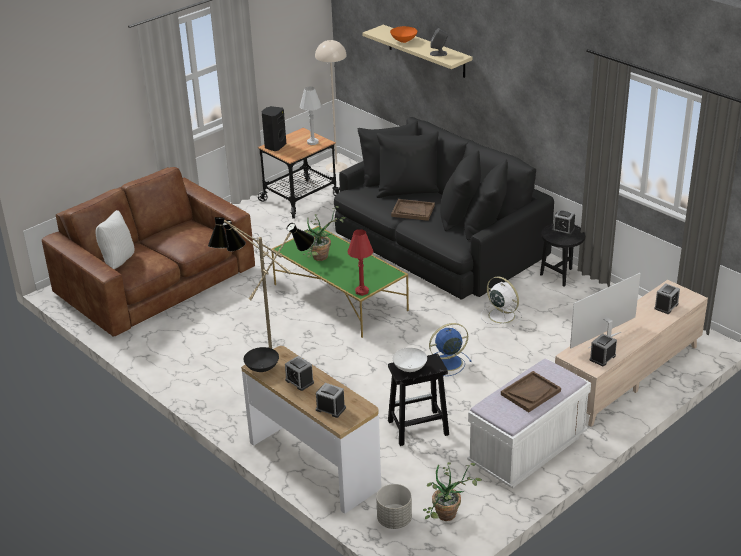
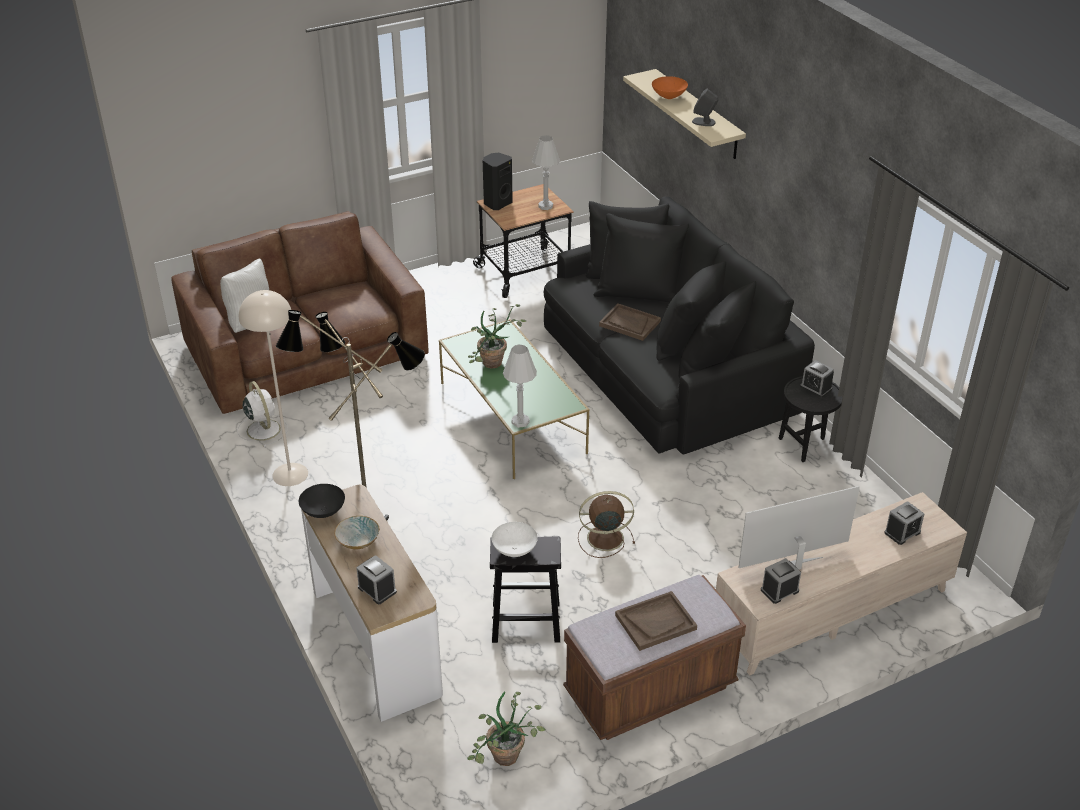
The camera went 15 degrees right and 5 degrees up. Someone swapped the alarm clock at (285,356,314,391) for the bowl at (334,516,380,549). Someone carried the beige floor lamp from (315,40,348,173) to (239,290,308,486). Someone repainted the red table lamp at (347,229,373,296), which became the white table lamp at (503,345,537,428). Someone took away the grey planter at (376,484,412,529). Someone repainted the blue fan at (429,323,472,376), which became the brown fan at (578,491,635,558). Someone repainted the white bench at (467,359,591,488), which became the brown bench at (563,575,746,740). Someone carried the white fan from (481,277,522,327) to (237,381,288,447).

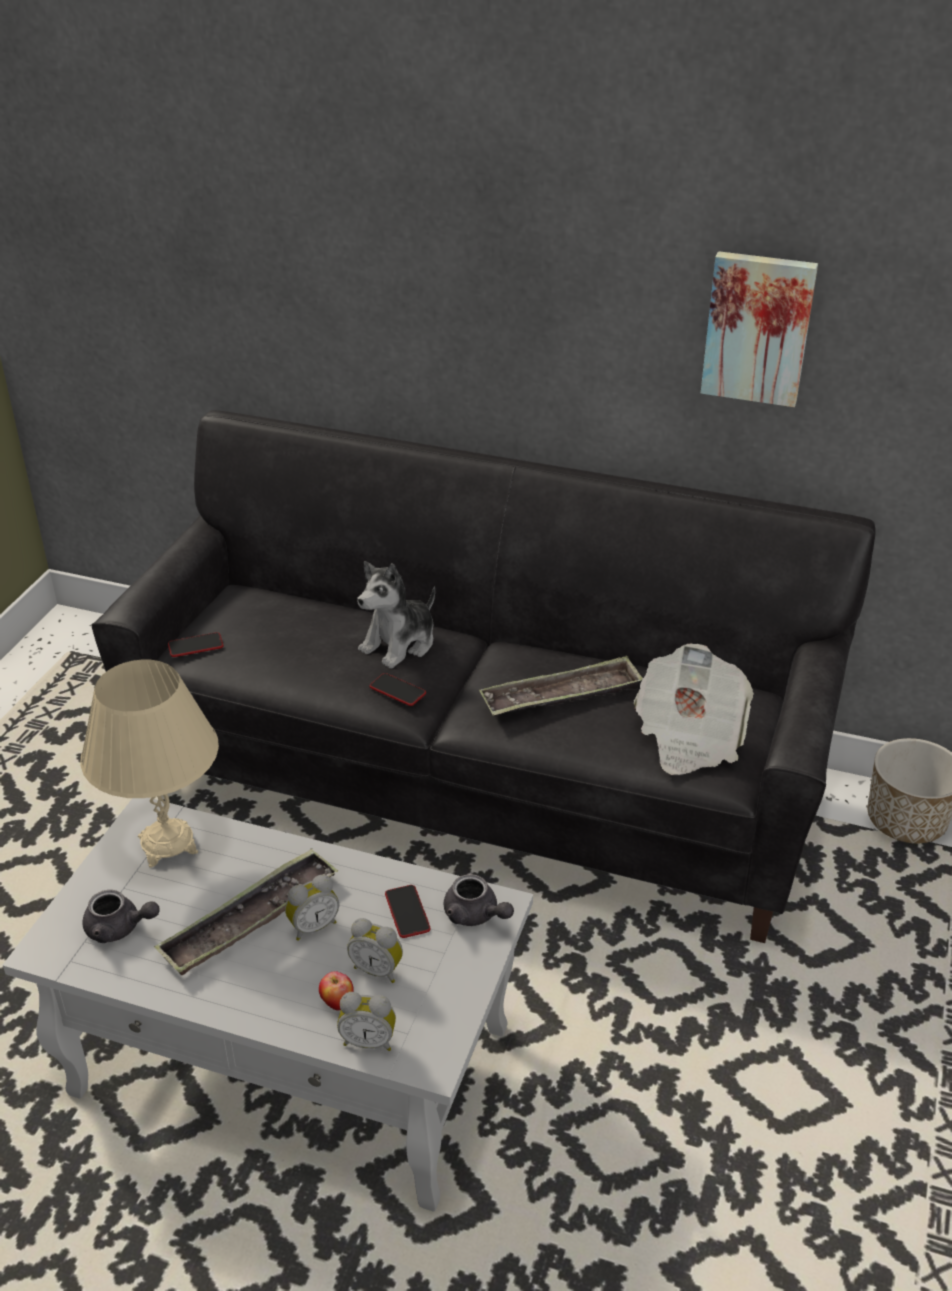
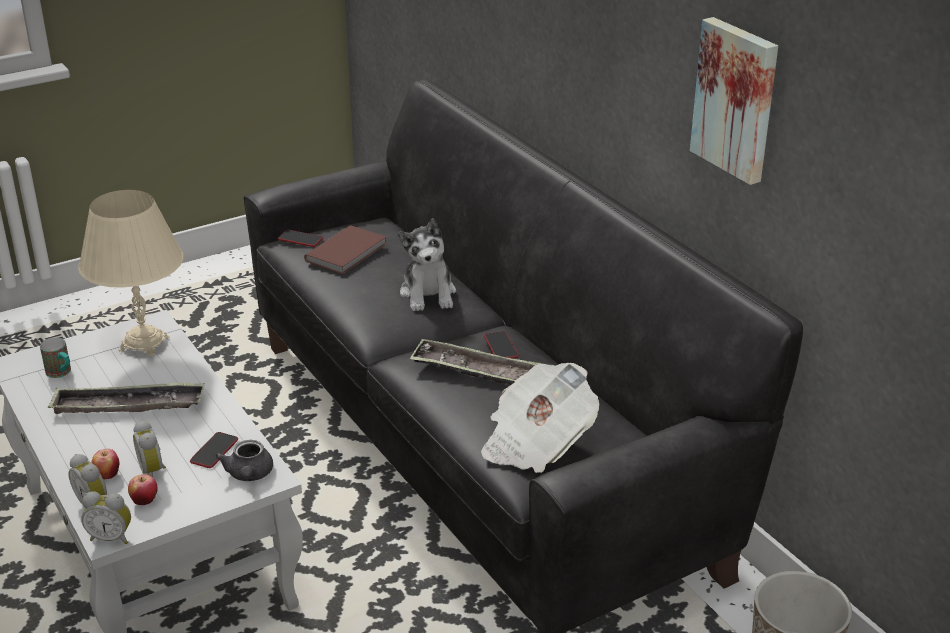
The camera went 40 degrees right and 5 degrees down. Someone swapped the grey teapot at (82,890,160,943) for the mug at (40,338,71,378). Someone carried the alarm clock from (285,875,339,941) to (81,491,131,544). Someone rotated the plush toy at (357,561,435,669) by 90 degrees counterclockwise. Someone carried the phone from (369,673,426,706) to (484,331,519,359). Someone put down the apple at (128,474,157,505). Someone put down the brown book at (304,225,386,274).

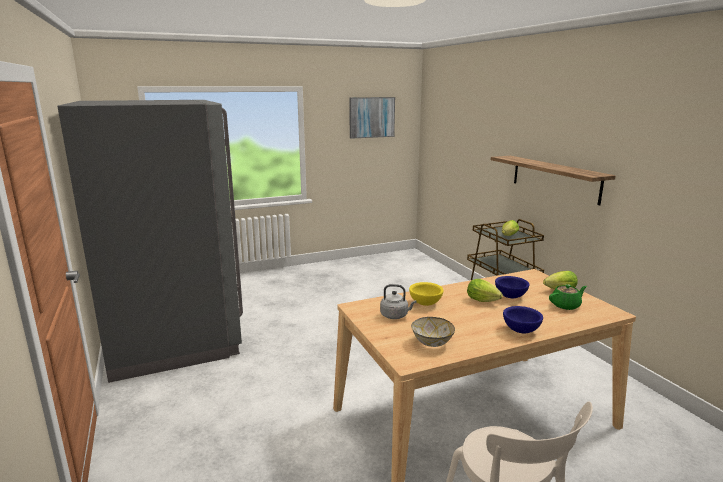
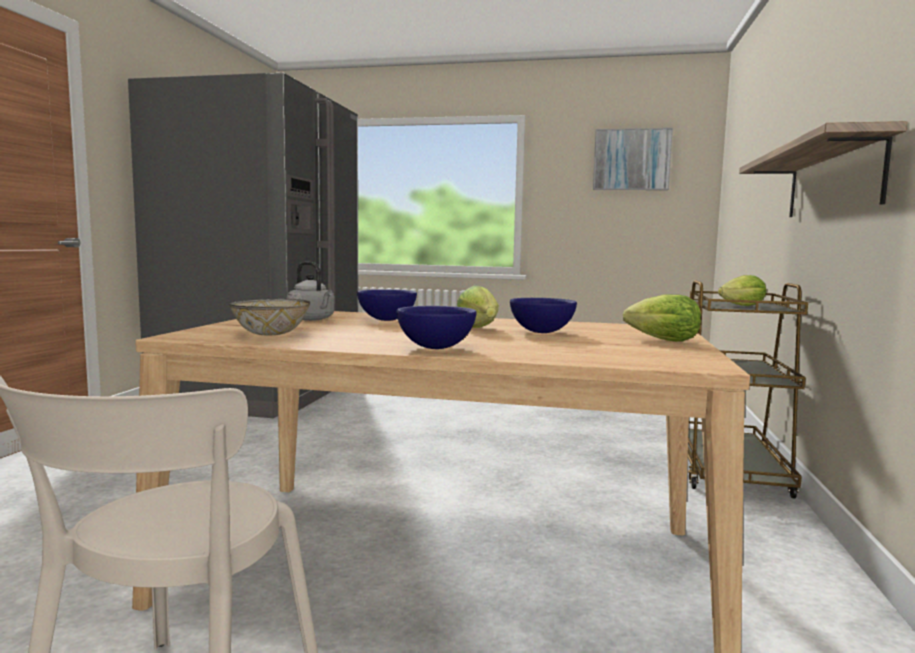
The camera went 35 degrees right and 10 degrees down. Someone repainted the yellow bowl at (409,282,444,306), which became the blue bowl at (357,289,417,321). Someone took away the green teapot at (549,284,587,310).

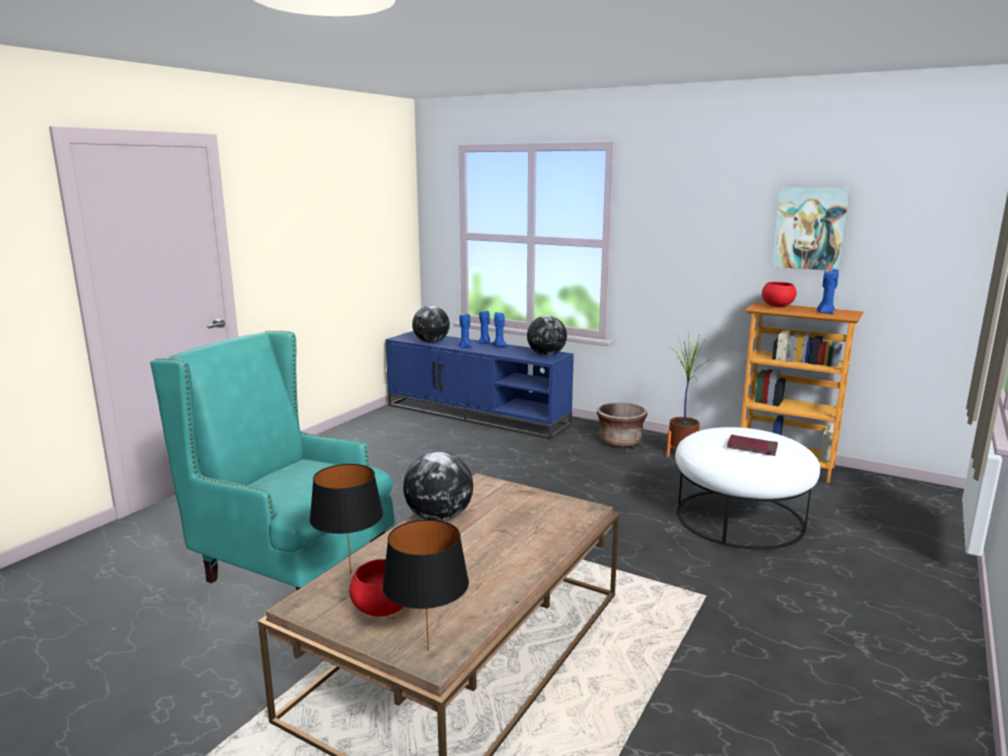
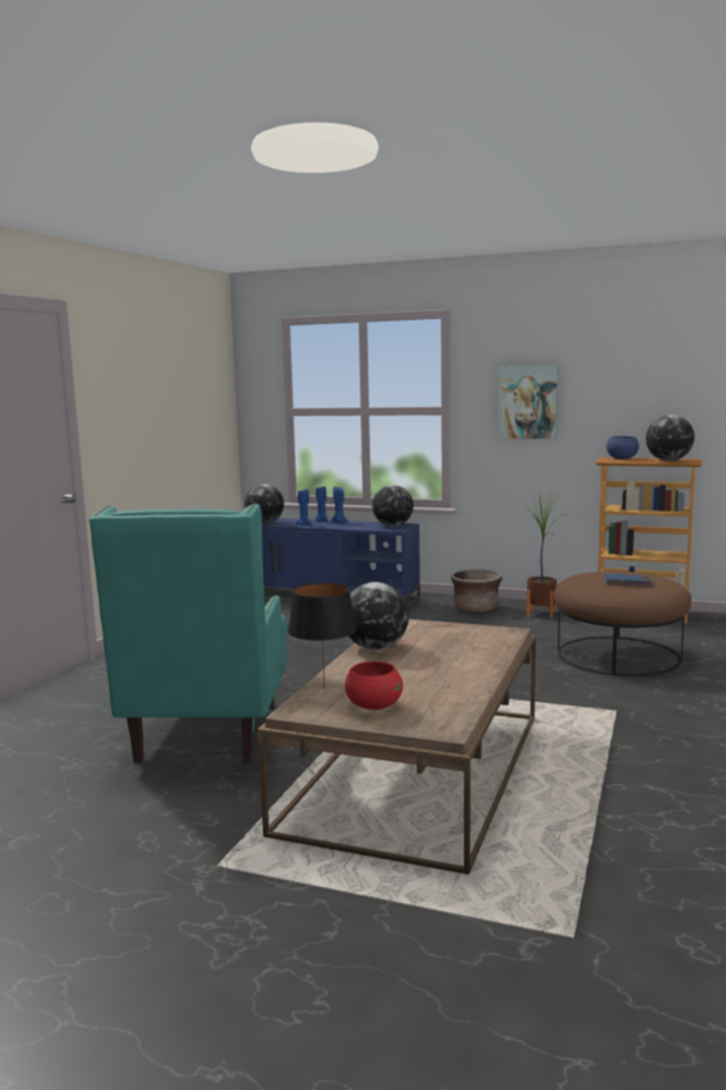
The camera went 10 degrees left and 5 degrees down. Someone rotated the turquoise armchair at (150,331,395,590) by 105 degrees counterclockwise. Someone took away the black table lamp at (382,519,469,650). Someone repainted the white ottoman at (675,427,820,550), which became the brown ottoman at (554,571,691,676). Someone repainted the red book at (727,435,778,456), which became the blue book at (605,574,652,586). Someone repainted the red bowl at (762,282,797,307), which became the blue bowl at (606,436,639,459). Someone carried the picture from (771,187,850,271) to (498,365,558,439). Someone swapped the blue candle at (817,269,839,314) for the globe at (646,415,695,461).

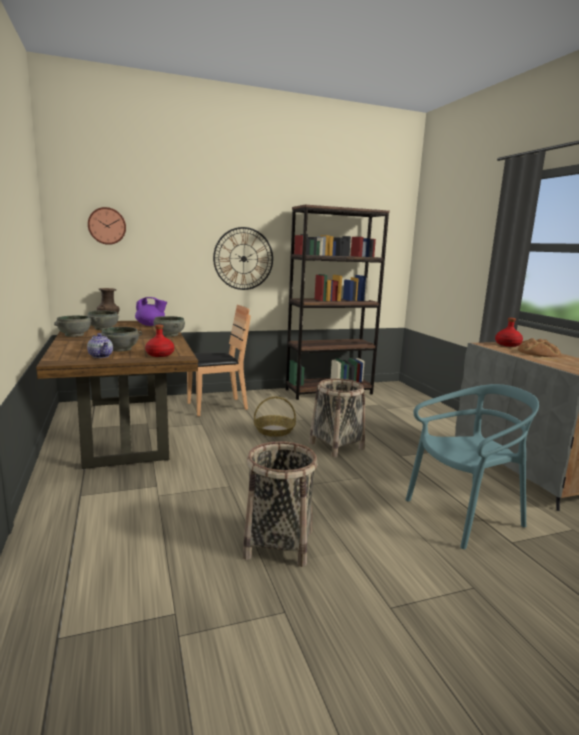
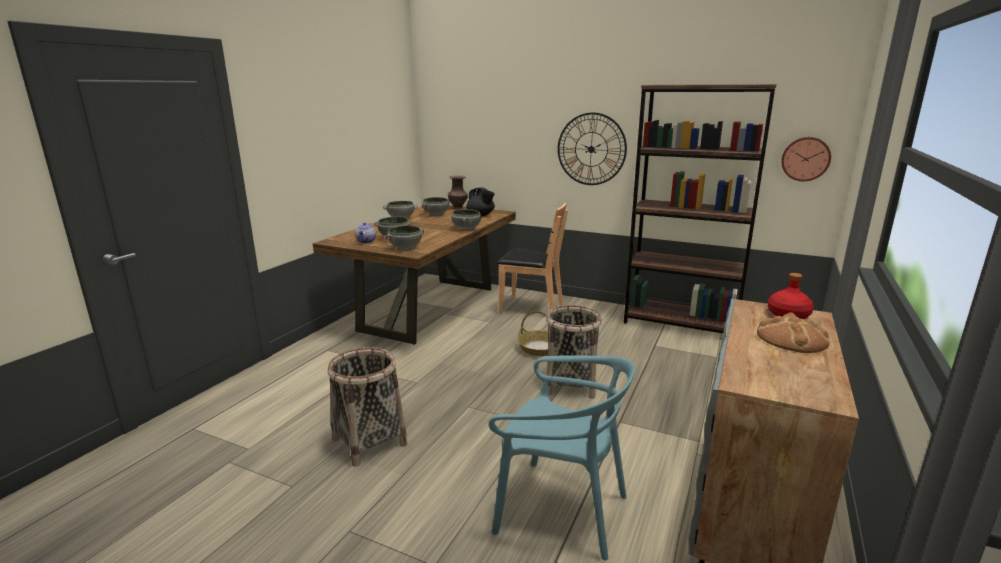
The camera went 45 degrees right and 5 degrees up. Someone carried the wall clock from (88,207,126,245) to (781,137,831,181). Someone repainted the purple teapot at (135,297,167,326), which became the black teapot at (466,187,495,216). Someone swapped the red bottle at (145,325,174,357) for the grey bowl at (385,226,424,251).

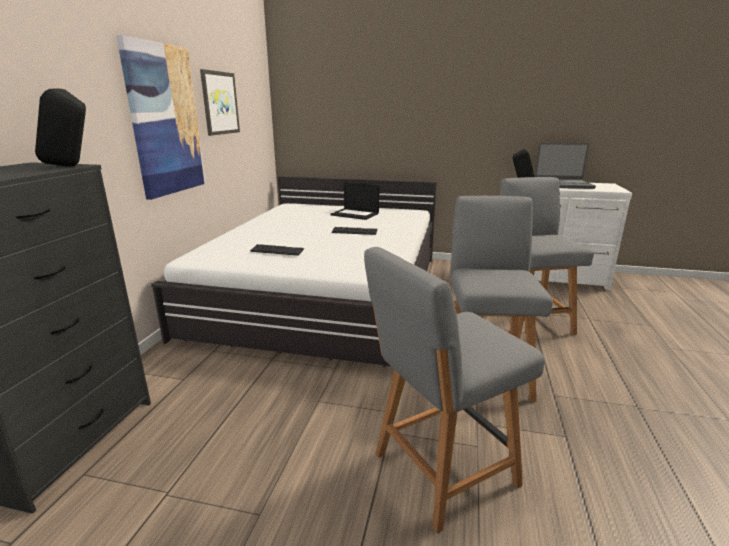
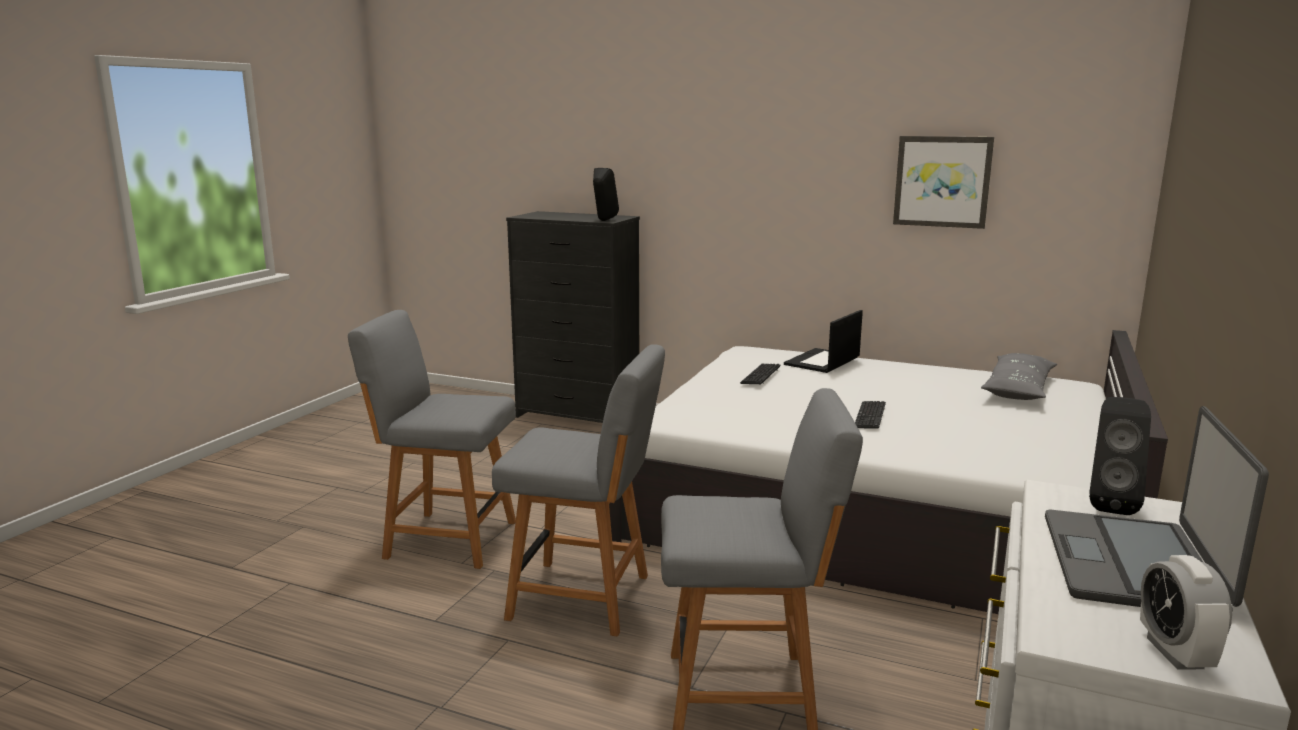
The camera went 100 degrees right and 5 degrees down. Someone took away the picture at (116,35,206,200). Someone carried the laptop from (330,182,379,220) to (784,310,863,373). Someone rotated the grey chair at (364,247,545,533) by 60 degrees counterclockwise. Someone put down the grey pillow at (981,353,1057,400). Someone put down the alarm clock at (1140,555,1232,670).

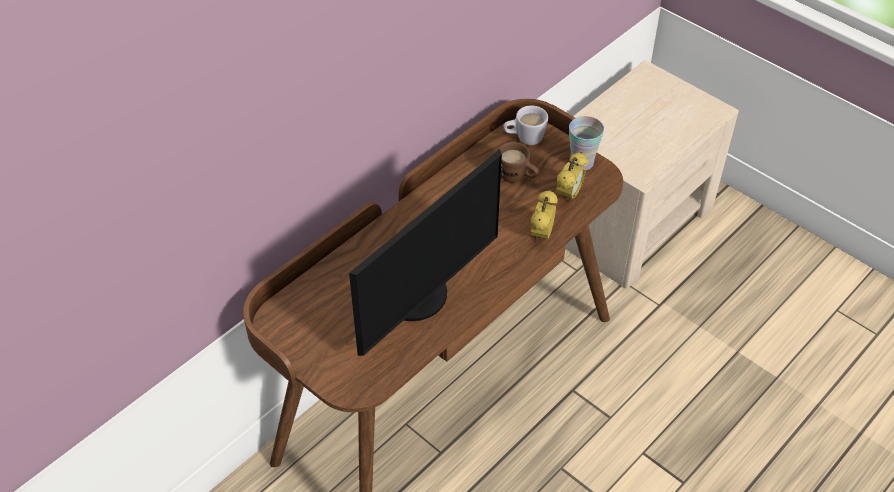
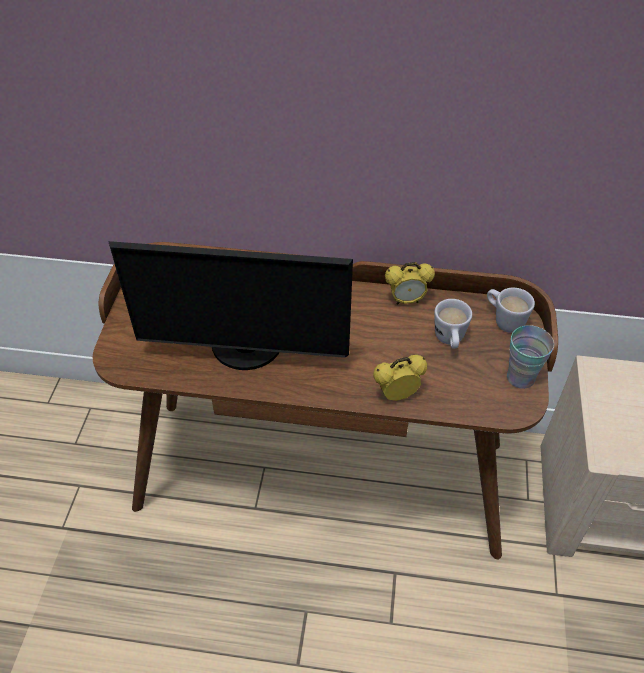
The camera went 55 degrees right and 0 degrees up. Someone repainted the brown mug at (498,142,539,183), which became the white mug at (434,299,472,349). Someone carried the alarm clock from (556,152,588,203) to (385,262,435,305).

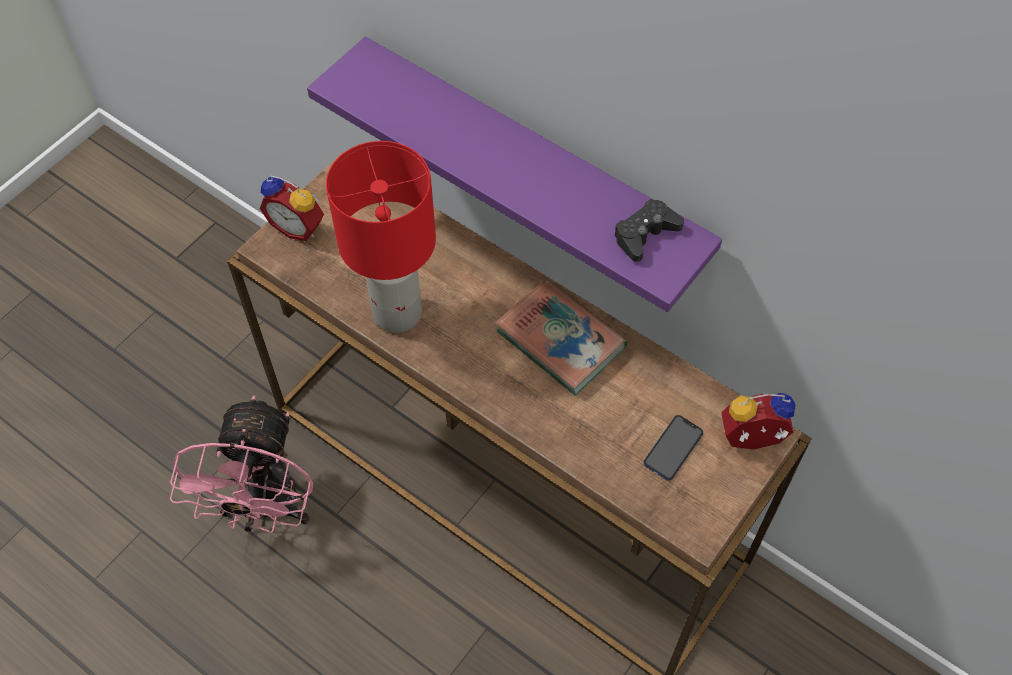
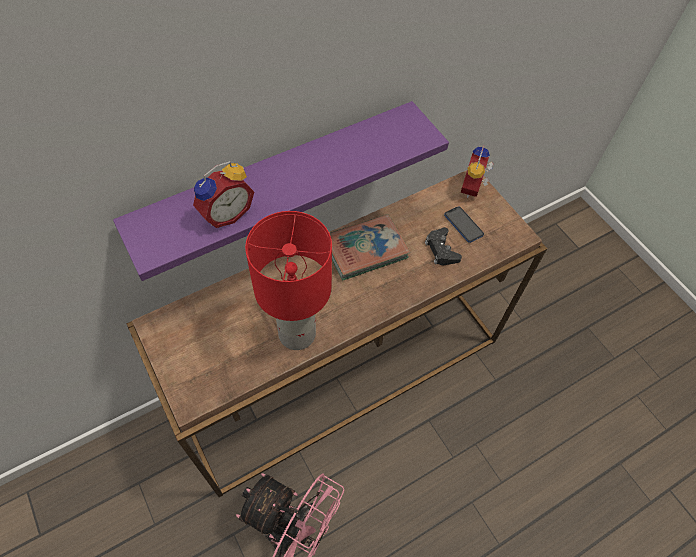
The camera went 70 degrees left and 0 degrees up. Someone carried the alarm clock from (260,175,324,241) to (193,161,254,228). Someone carried the black game controller from (614,199,684,262) to (425,227,462,265).

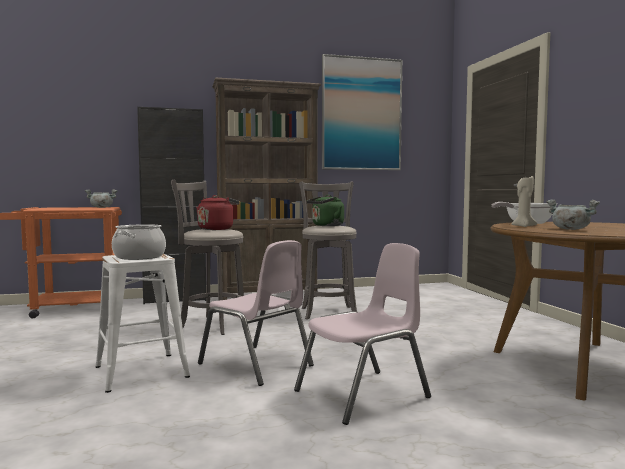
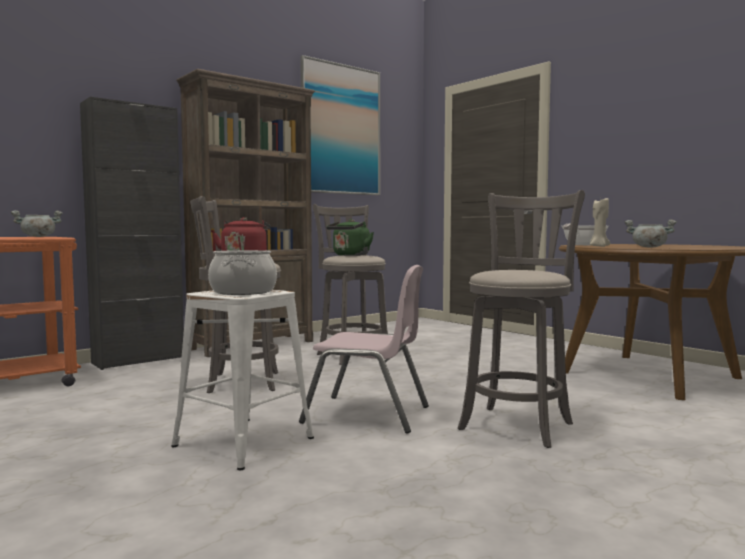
The camera went 25 degrees left and 0 degrees up. Someone swapped the pink chair at (294,243,431,425) for the grey stool at (458,190,585,448).

